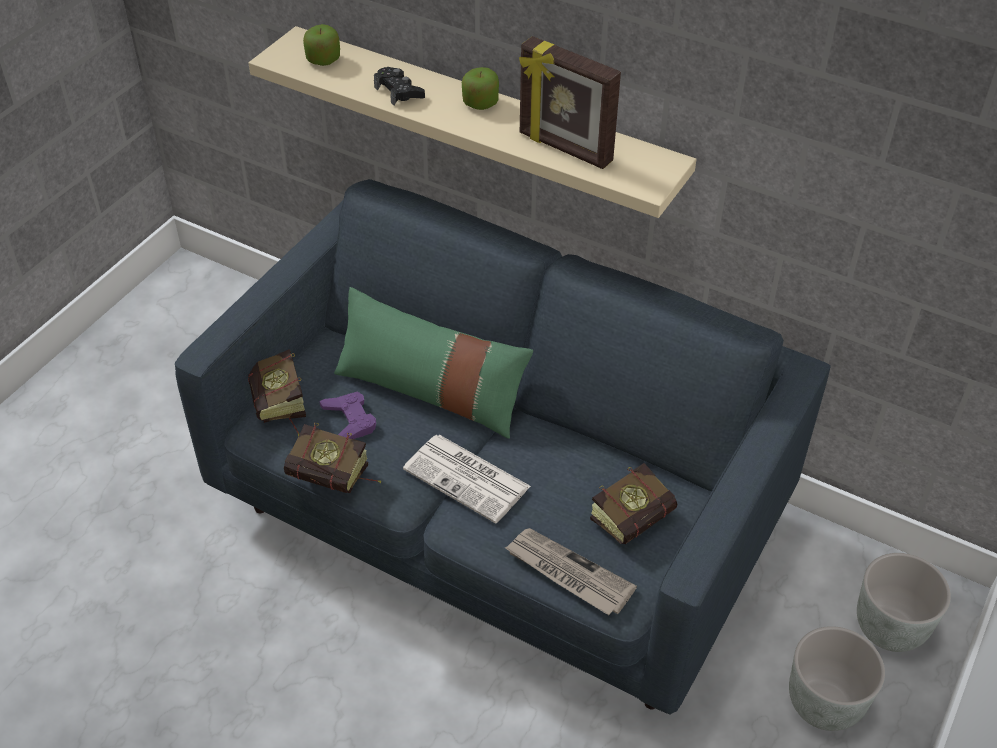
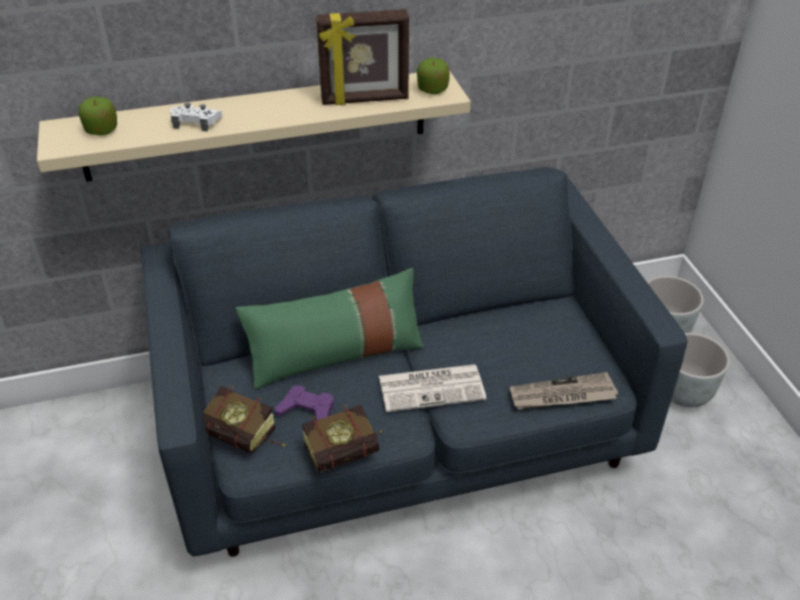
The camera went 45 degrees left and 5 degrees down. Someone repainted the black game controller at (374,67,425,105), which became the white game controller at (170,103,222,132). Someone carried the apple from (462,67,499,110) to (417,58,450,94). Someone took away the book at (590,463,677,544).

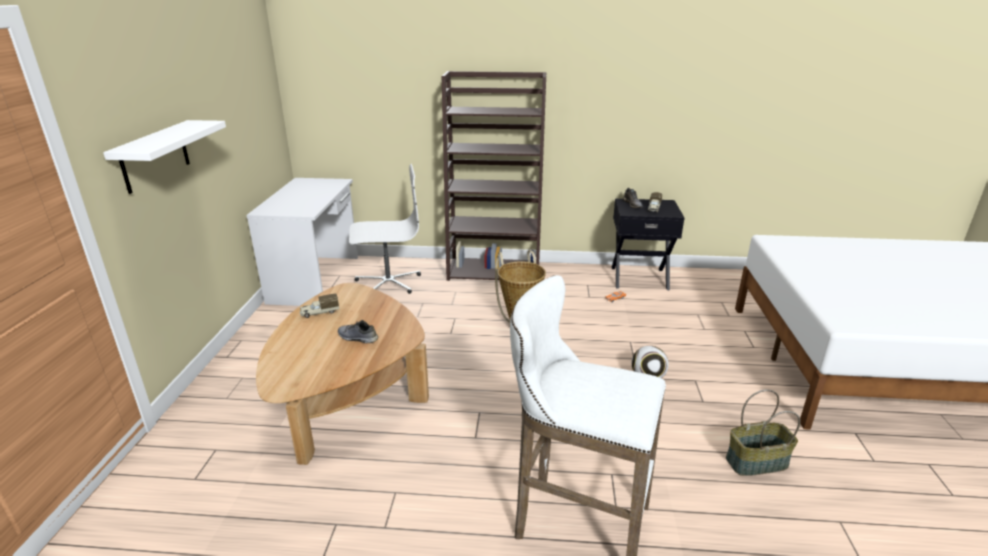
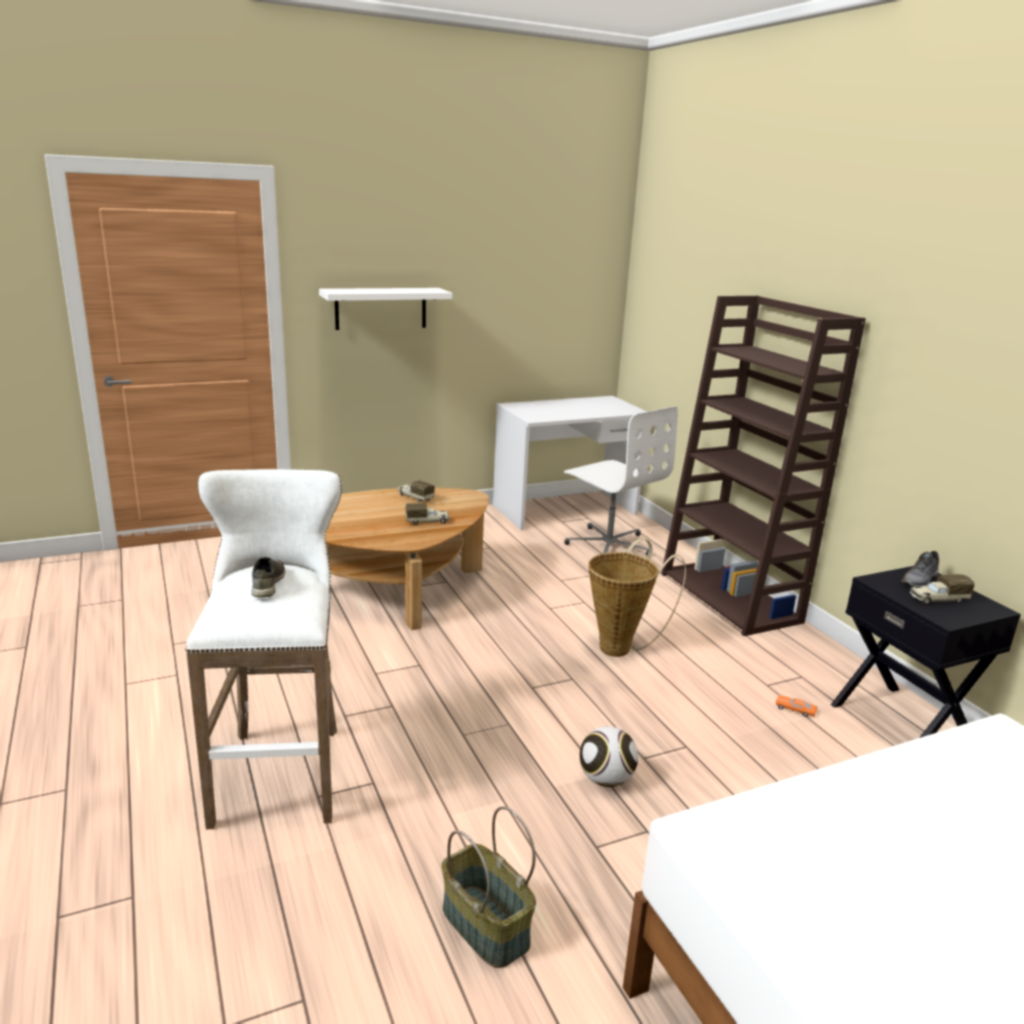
The camera went 60 degrees right and 5 degrees down. Someone carried the grey shoe from (338,320,378,343) to (251,557,285,597). Someone put down the toy truck at (406,503,450,525).

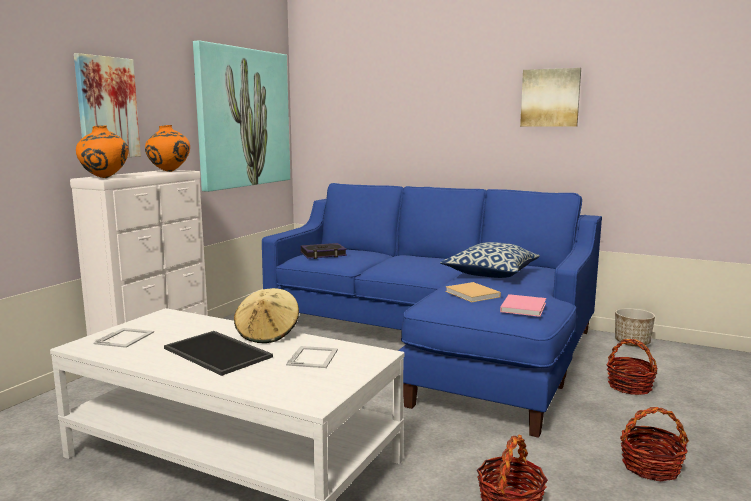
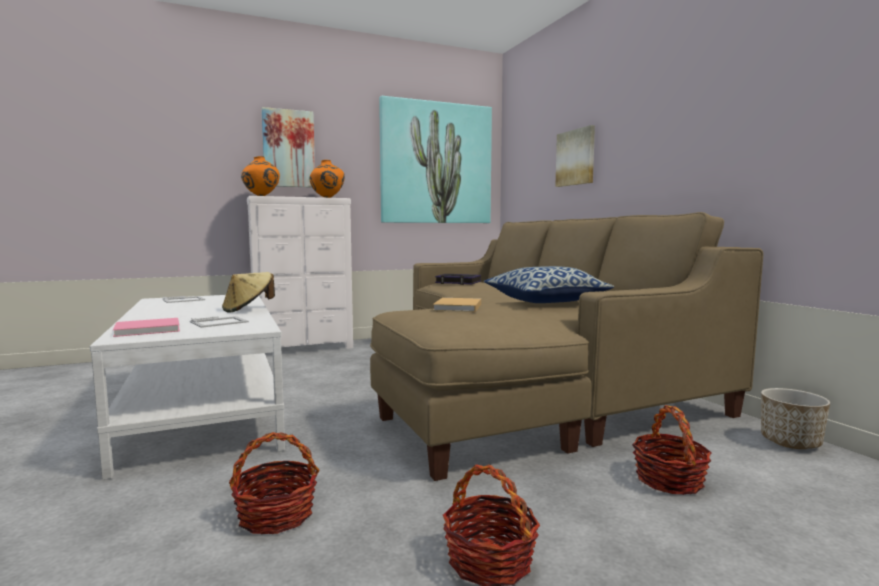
The camera went 40 degrees right and 5 degrees down. Someone took away the tray at (164,331,273,376). Someone repainted the blue sofa at (262,183,602,438), which became the beige sofa at (370,212,763,481). Someone carried the pink book from (500,294,546,317) to (113,318,180,337). Someone carried the picture from (520,68,581,127) to (555,125,595,187).

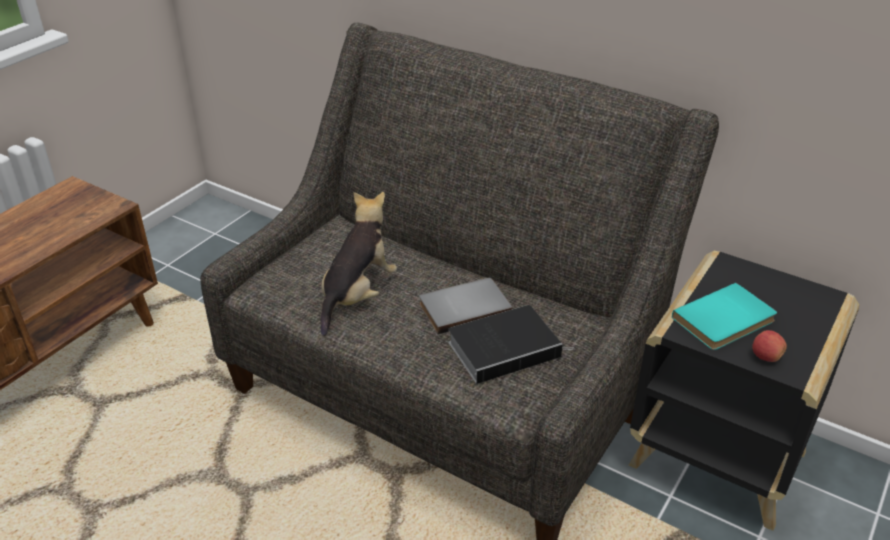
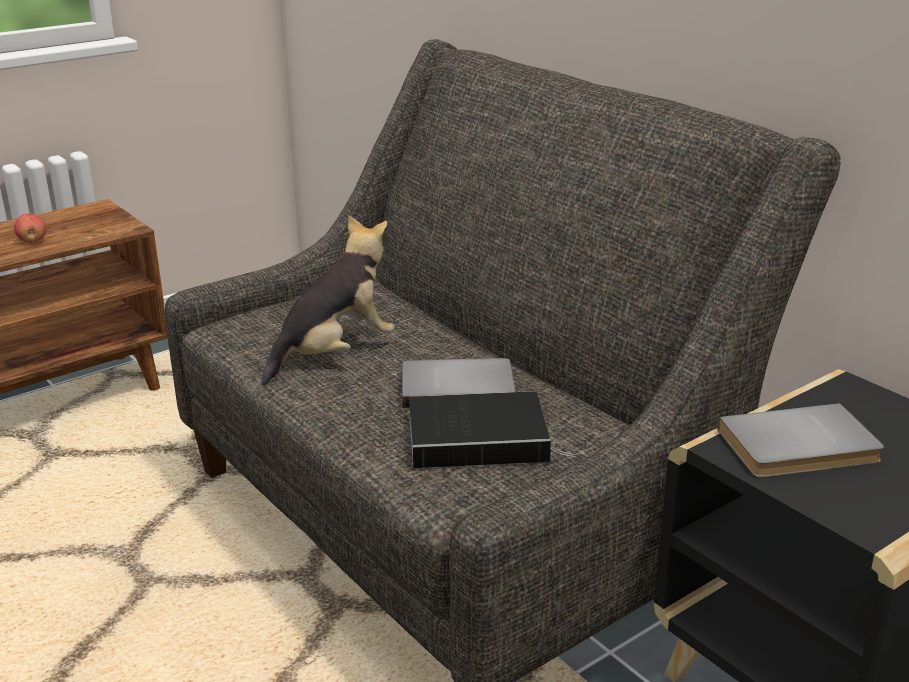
The camera went 20 degrees right and 10 degrees down. Someone repainted the turquoise book at (672,283,777,350), which became the grey book at (717,403,884,478). Someone carried the apple from (752,330,787,362) to (14,214,46,243).

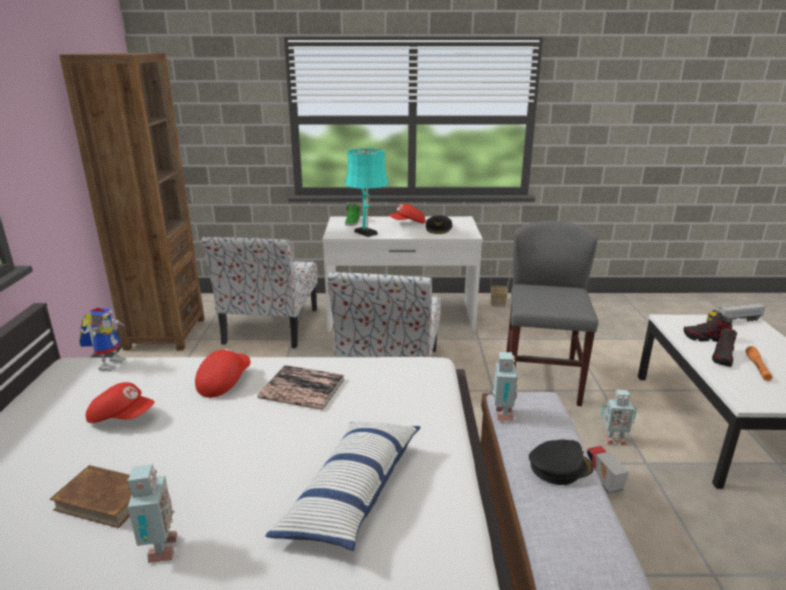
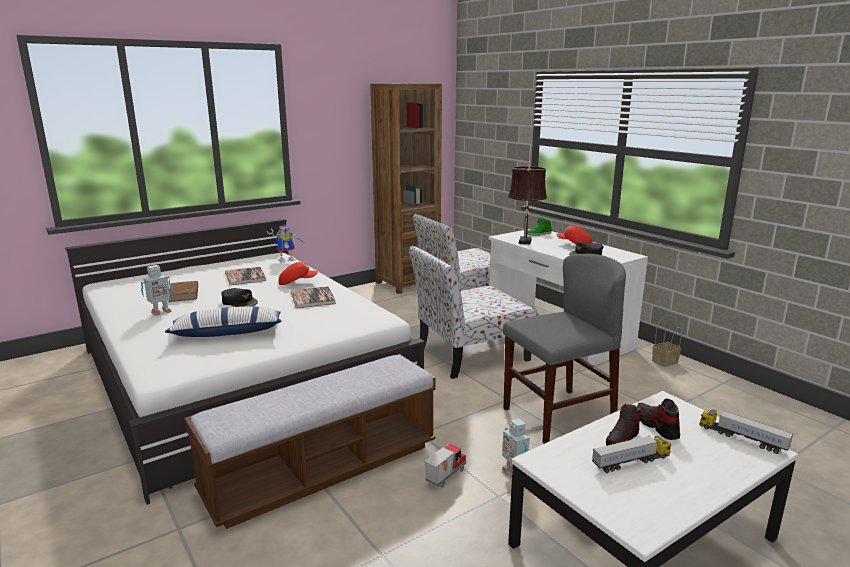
The camera went 55 degrees right and 5 degrees down. Someone swapped the red cap at (86,382,154,423) for the book at (225,267,267,285). Someone repainted the turquoise table lamp at (345,147,388,237), which became the brown table lamp at (508,164,547,244). Someone took away the toy robot at (490,352,518,422). Someone carried the black cap from (529,440,594,485) to (222,288,258,307). Someone rotated the shoe at (712,328,737,367) by 45 degrees counterclockwise. Someone swapped the orange flashlight at (745,346,773,381) for the toy truck at (592,435,671,473).

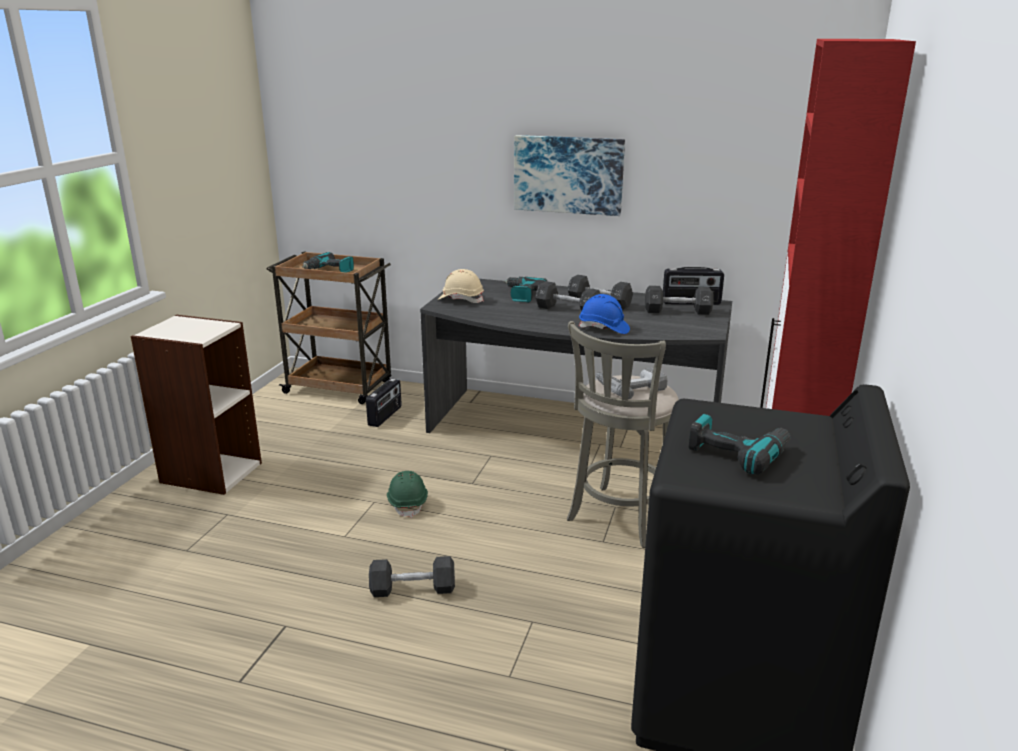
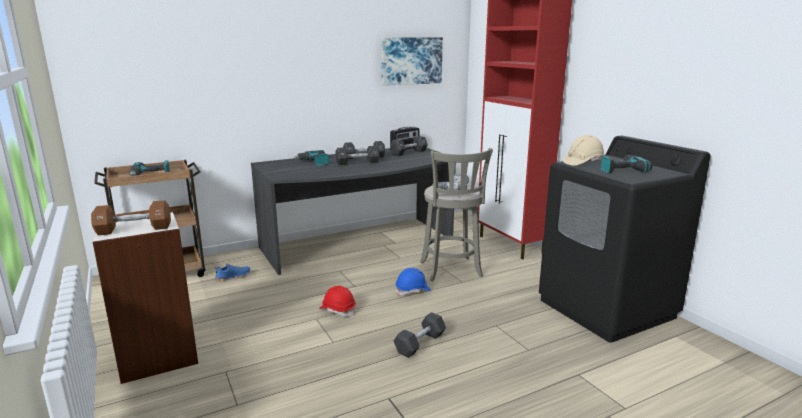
The camera went 45 degrees left and 5 degrees down. Someone swapped the radio at (366,379,402,427) for the blue shoe at (215,264,250,281). Someone repainted the green hard hat at (387,471,428,518), which became the red hard hat at (319,286,356,317). Someone carried the beige hard hat from (438,269,484,303) to (563,135,605,166). Someone carried the picture from (514,135,625,216) to (381,38,443,86). Someone carried the blue hard hat from (579,294,630,334) to (395,268,431,295). Someone put down the brown dumbbell at (91,200,171,236).

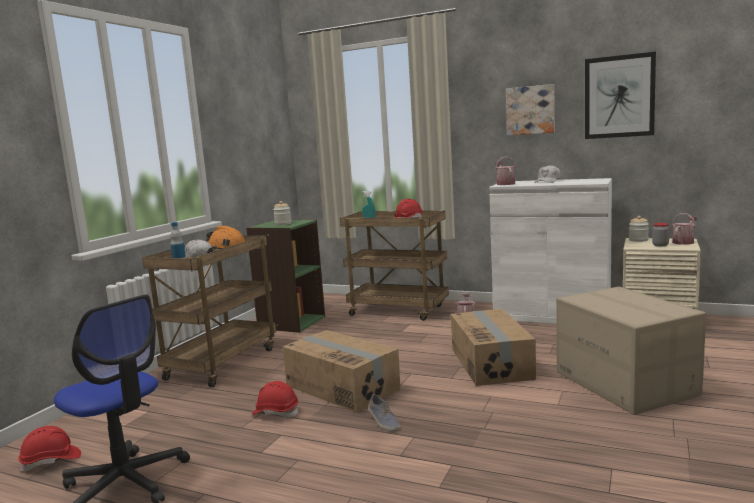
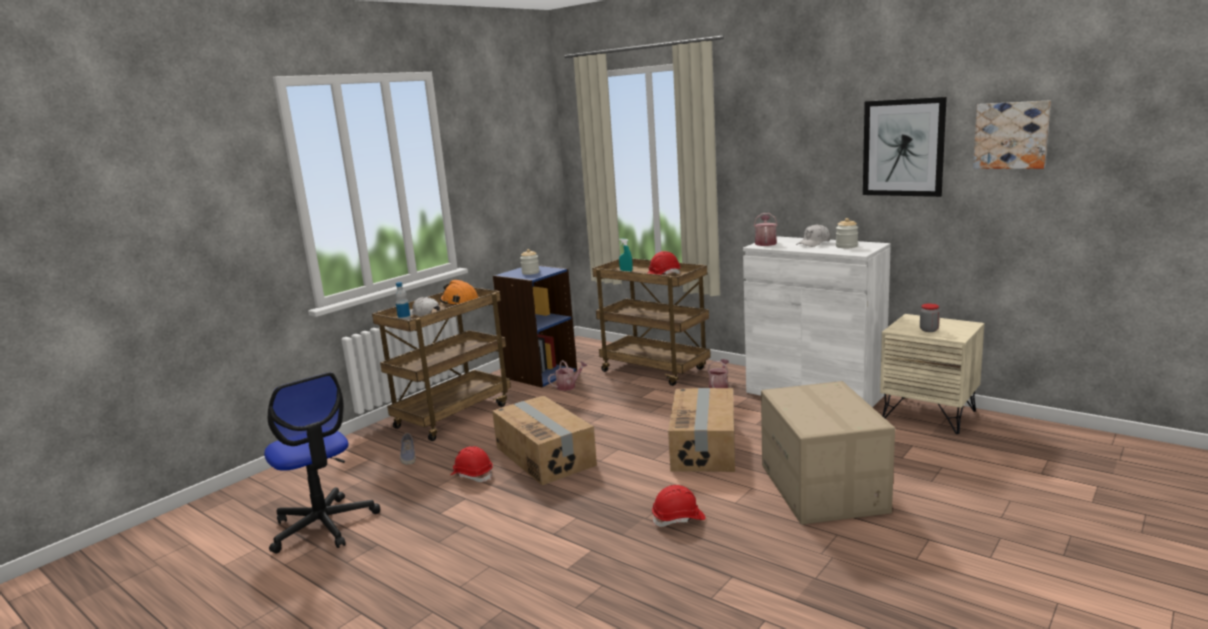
The camera went 15 degrees right and 5 degrees up. Someone carried the red hard hat from (18,426,81,471) to (652,485,706,527). Someone repainted the green bookcase at (246,220,325,333), which became the blue bookcase at (493,265,577,388). Someone carried the shoe from (368,394,401,432) to (400,433,415,465). Someone carried the picture from (506,84,555,136) to (973,100,1051,169). Someone carried the jar from (629,216,649,242) to (836,218,858,248). Someone carried the watering can from (672,213,697,245) to (548,360,588,391).

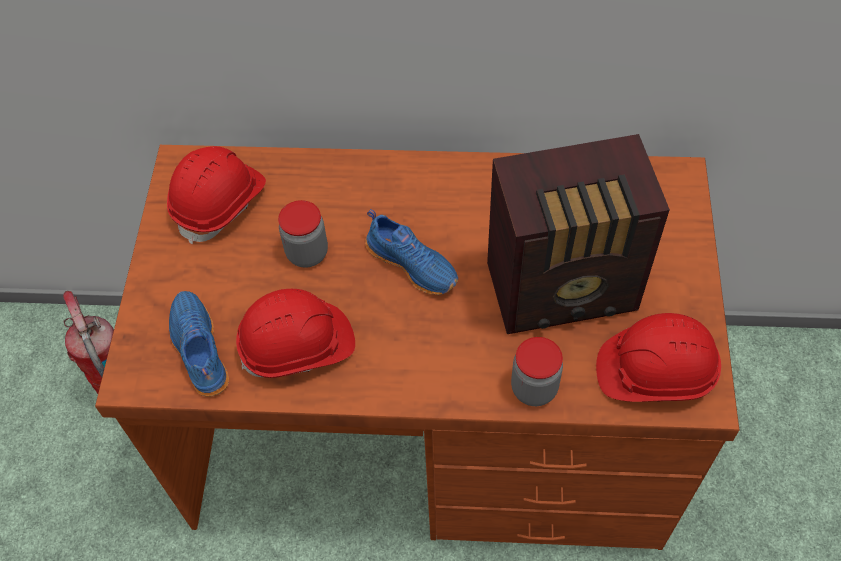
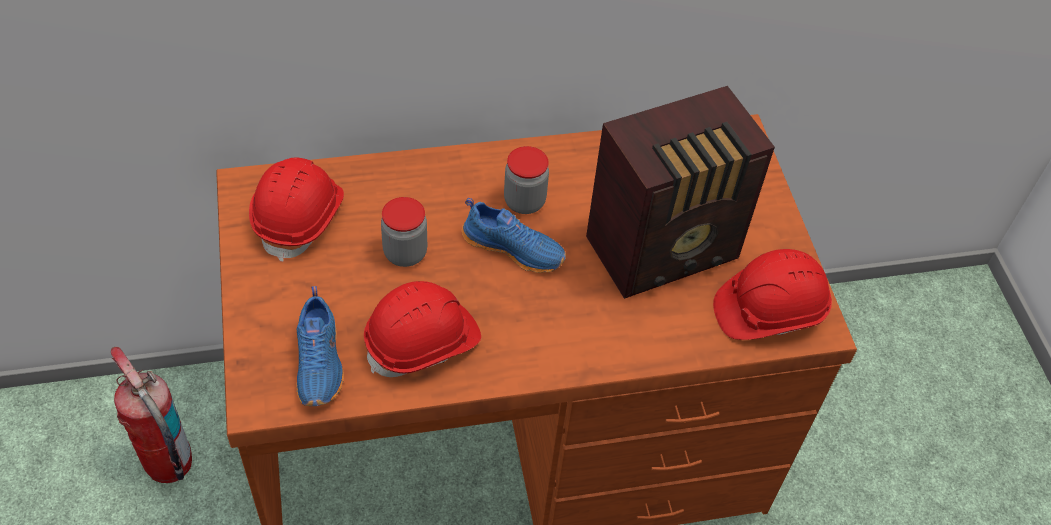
The camera went 20 degrees left and 5 degrees down. Someone rotated the blue shoe at (169,291,229,397) by 150 degrees counterclockwise. Someone carried the jar from (511,337,563,406) to (504,146,549,214).

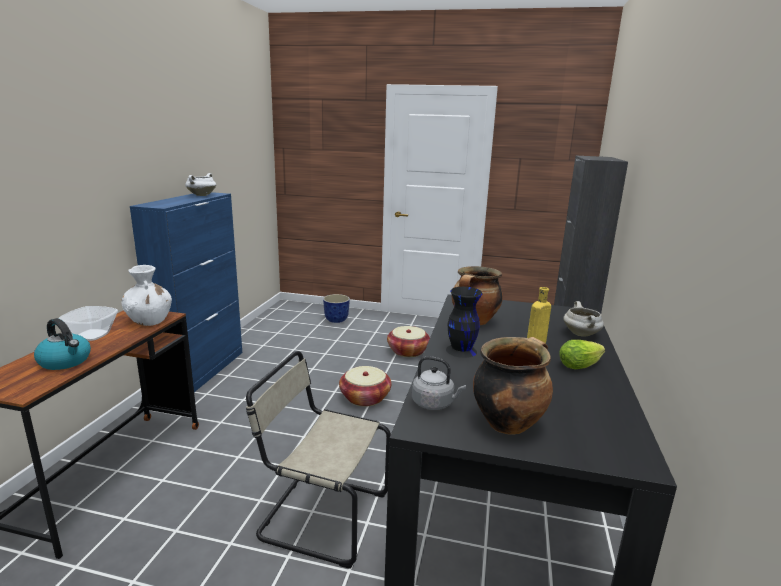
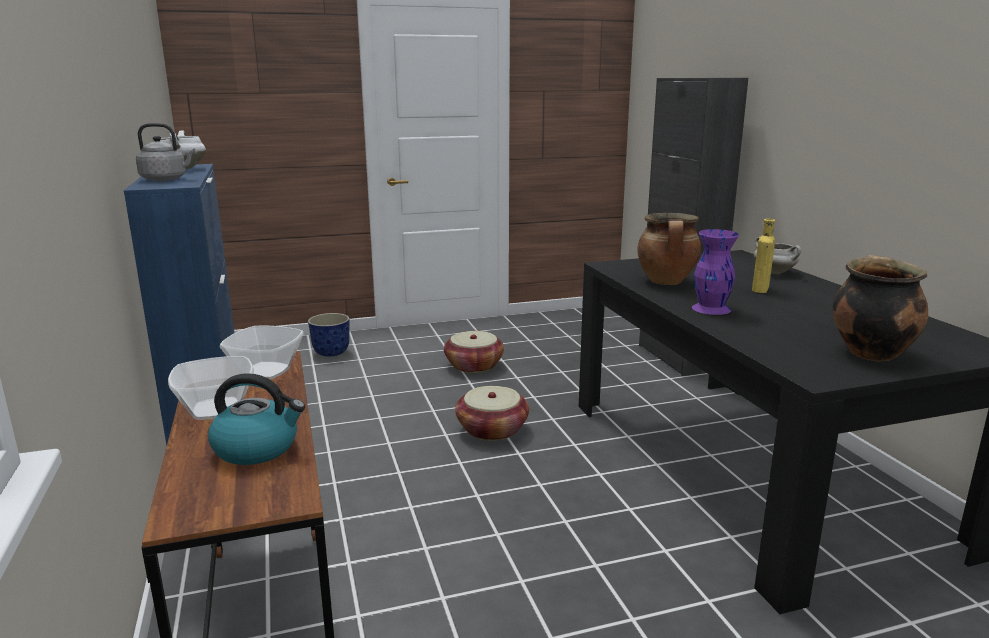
The camera went 30 degrees left and 0 degrees up. Someone swapped the white vase at (121,265,172,326) for the bowl at (220,325,304,379). Someone took away the beige chair at (246,351,391,569). Someone carried the grey kettle from (412,356,466,410) to (136,123,195,181). Someone repainted the black vase at (446,287,482,358), which became the purple vase at (692,229,739,315). Someone took away the lettuce at (559,340,605,369).

